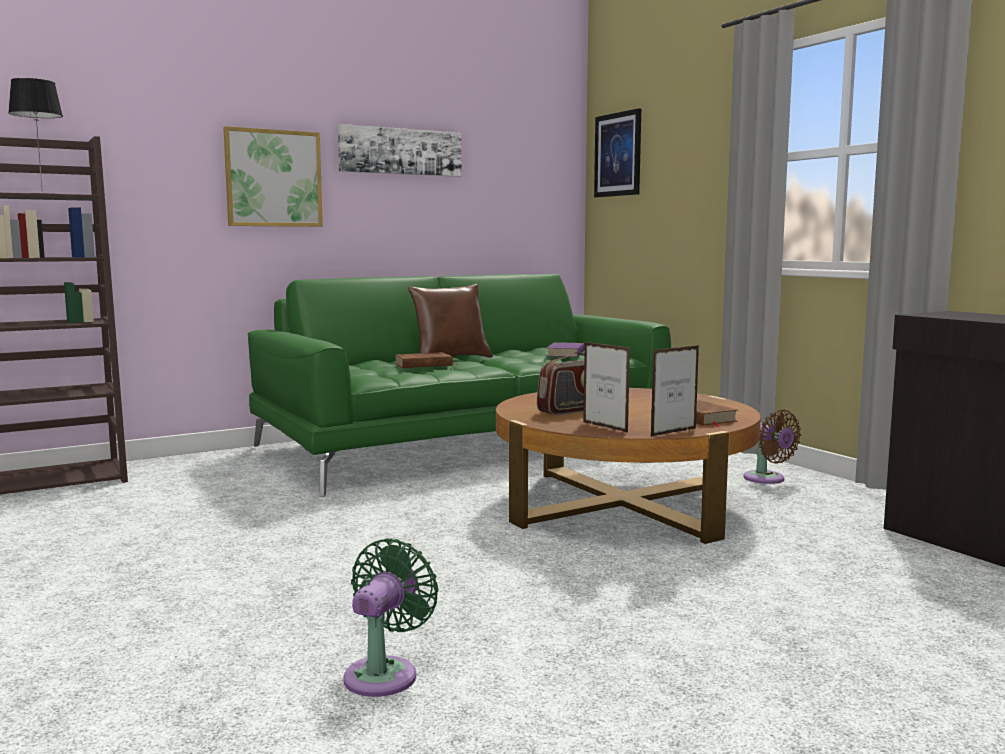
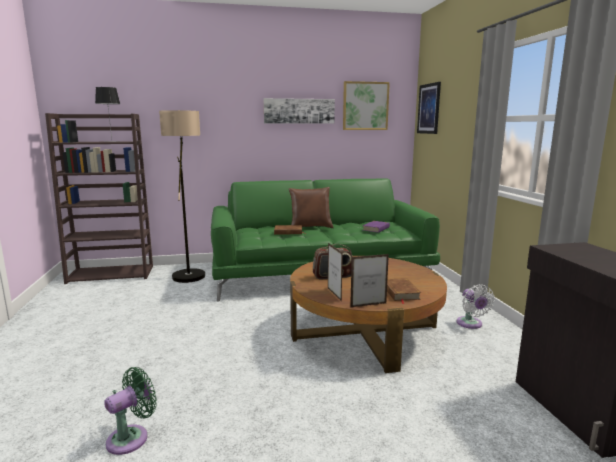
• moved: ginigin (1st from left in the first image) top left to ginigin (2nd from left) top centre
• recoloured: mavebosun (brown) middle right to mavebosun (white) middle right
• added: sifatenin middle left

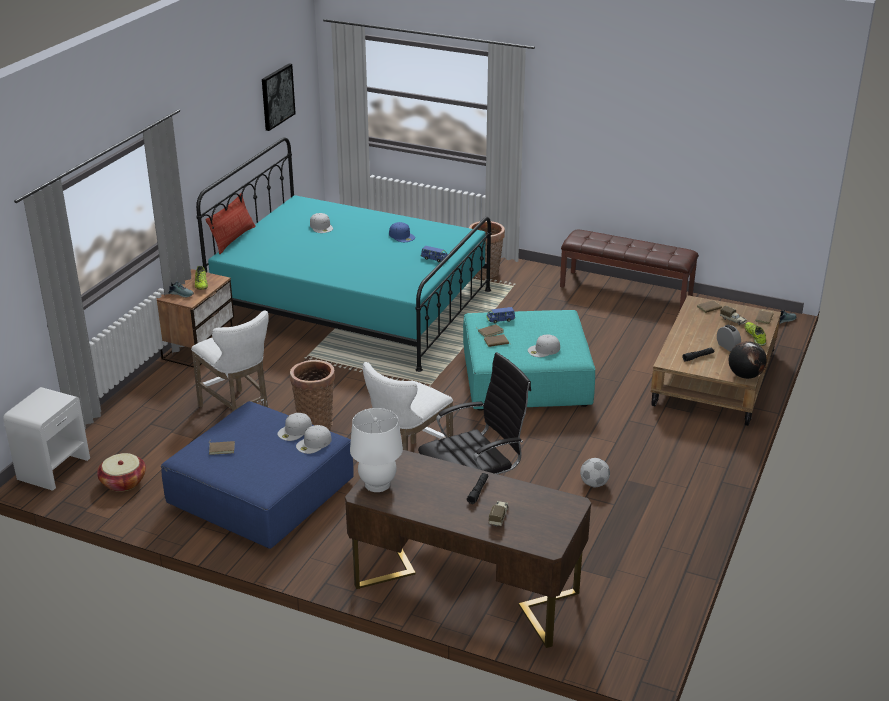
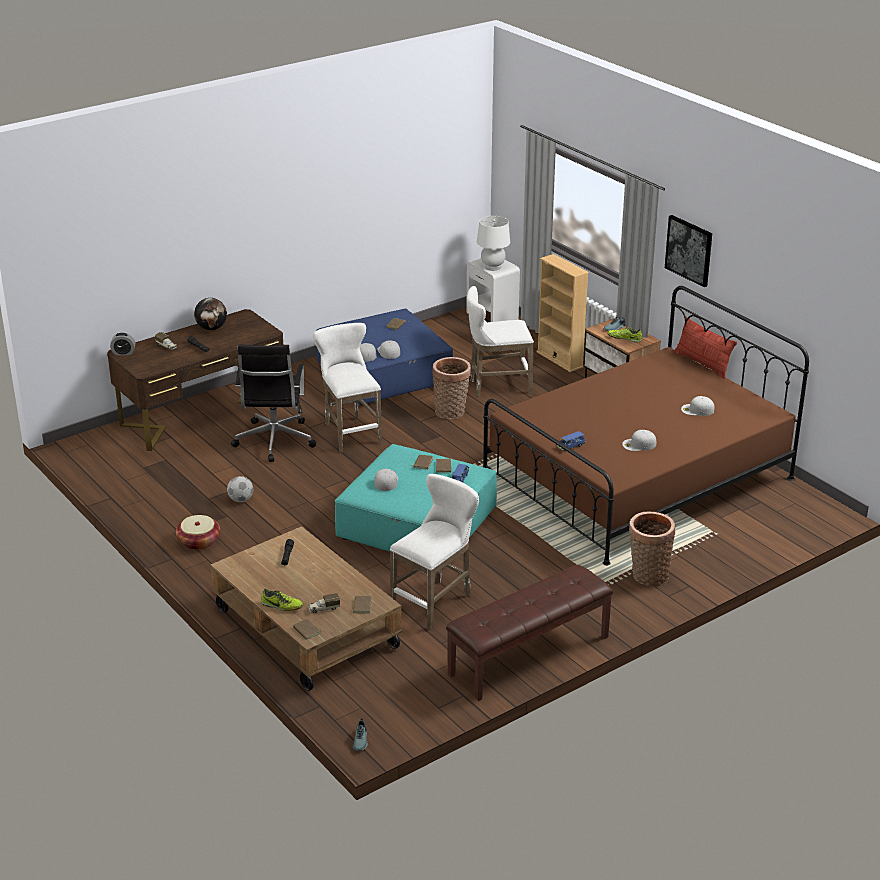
• moved: ginigin top left to top right
• recoloured: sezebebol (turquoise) centre to sezebebol (brown) middle right
• recoloured: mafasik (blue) top centre to mafasik (white) (4th from left) middle right
• moved: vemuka middle right to middle left
• moved: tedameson middle right to middle left
• moved: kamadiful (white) centre to top centre
• moved: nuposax (1st from left) bottom left to middle left
• added: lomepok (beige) centre
• added: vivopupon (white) (2nd from left) centre

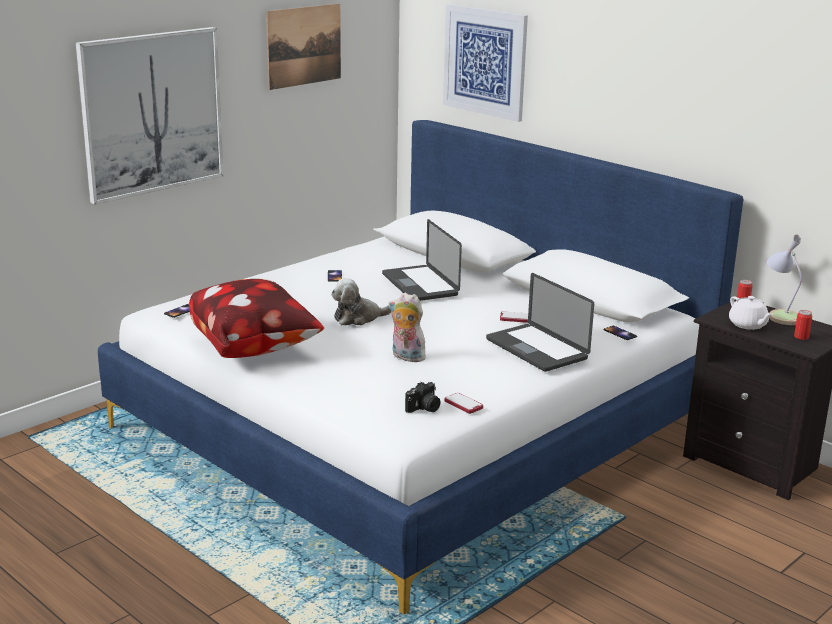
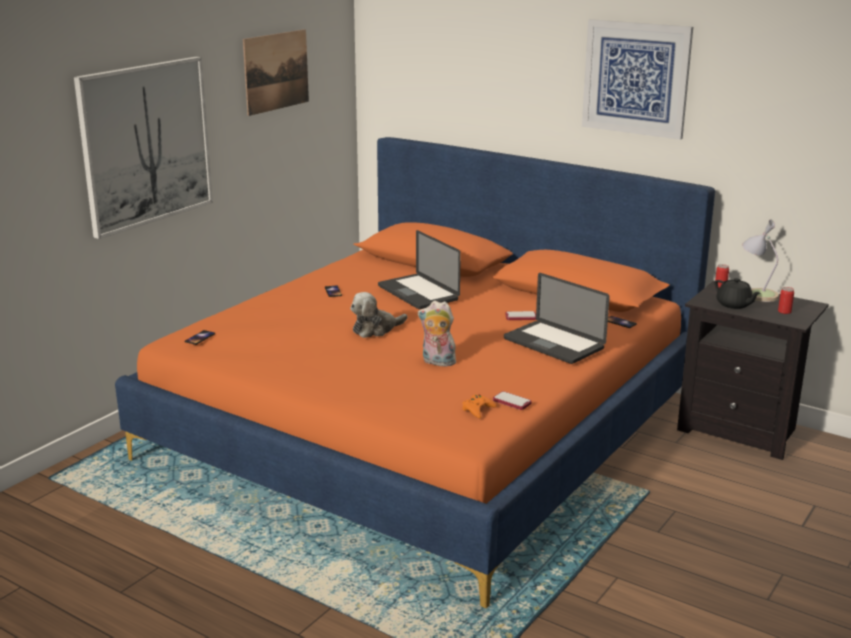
• moved: ginigin (3rd from left) top centre to top right
• recoloured: sezebebol (white) centre to sezebebol (orange) centre
• removed: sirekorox middle left
• recoloured: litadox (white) middle right to litadox (black) middle right
• replaced: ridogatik centre to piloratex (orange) centre

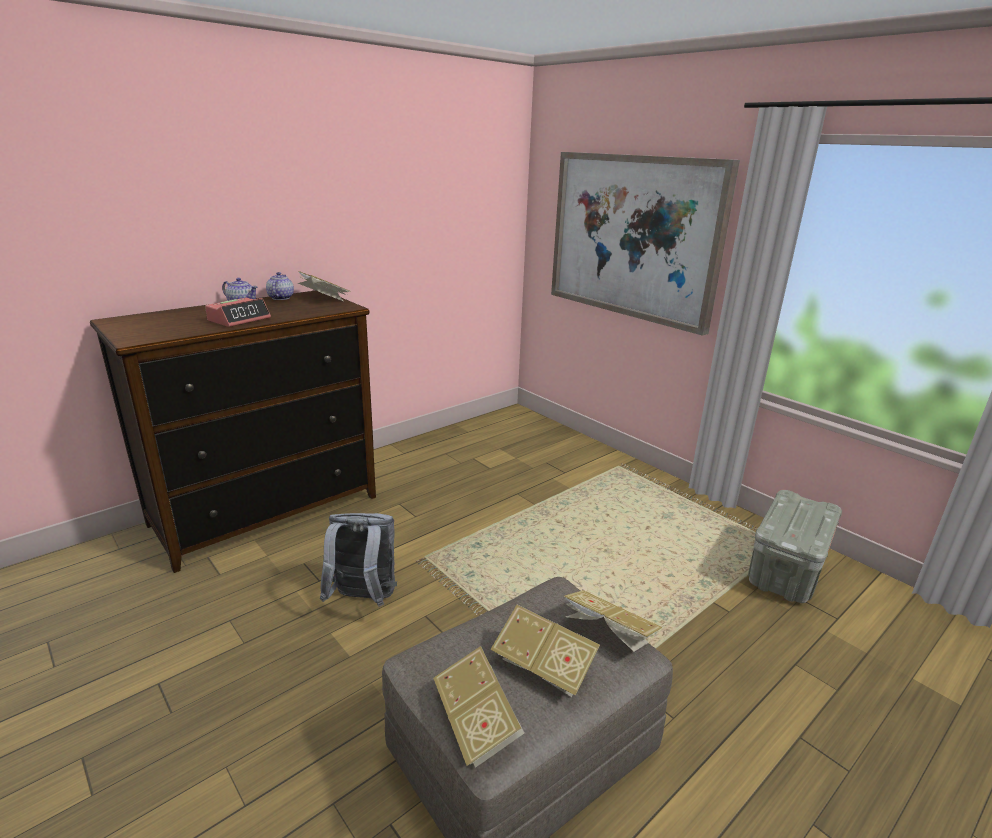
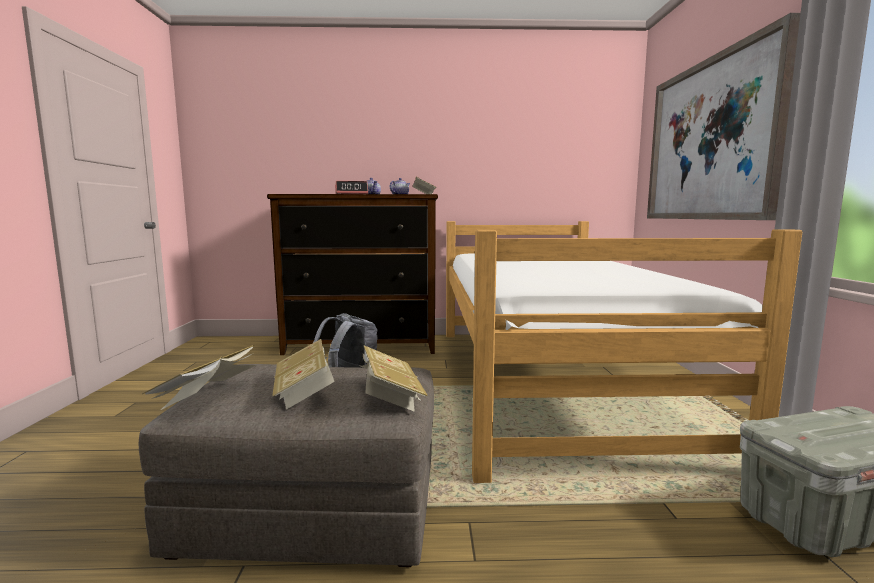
• added: sezebebol middle right

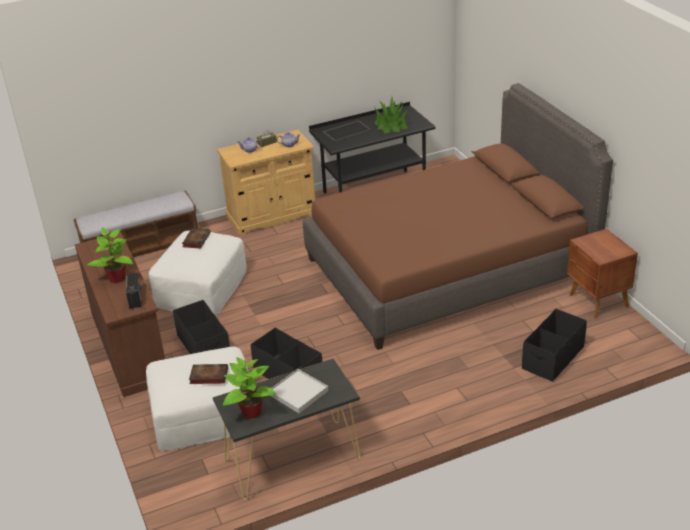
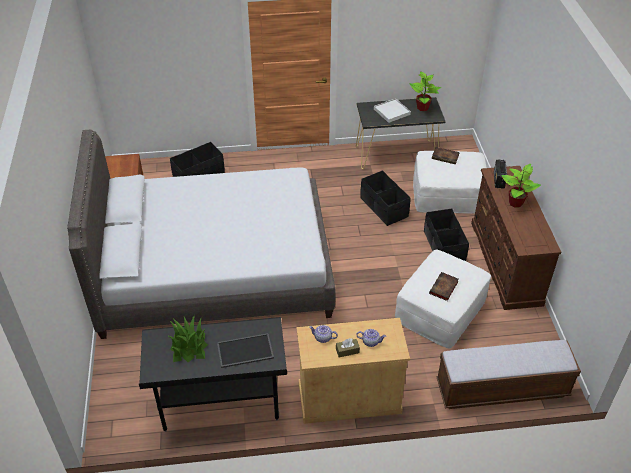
• recoloured: sezebebol (brown) centre to sezebebol (grey) middle left

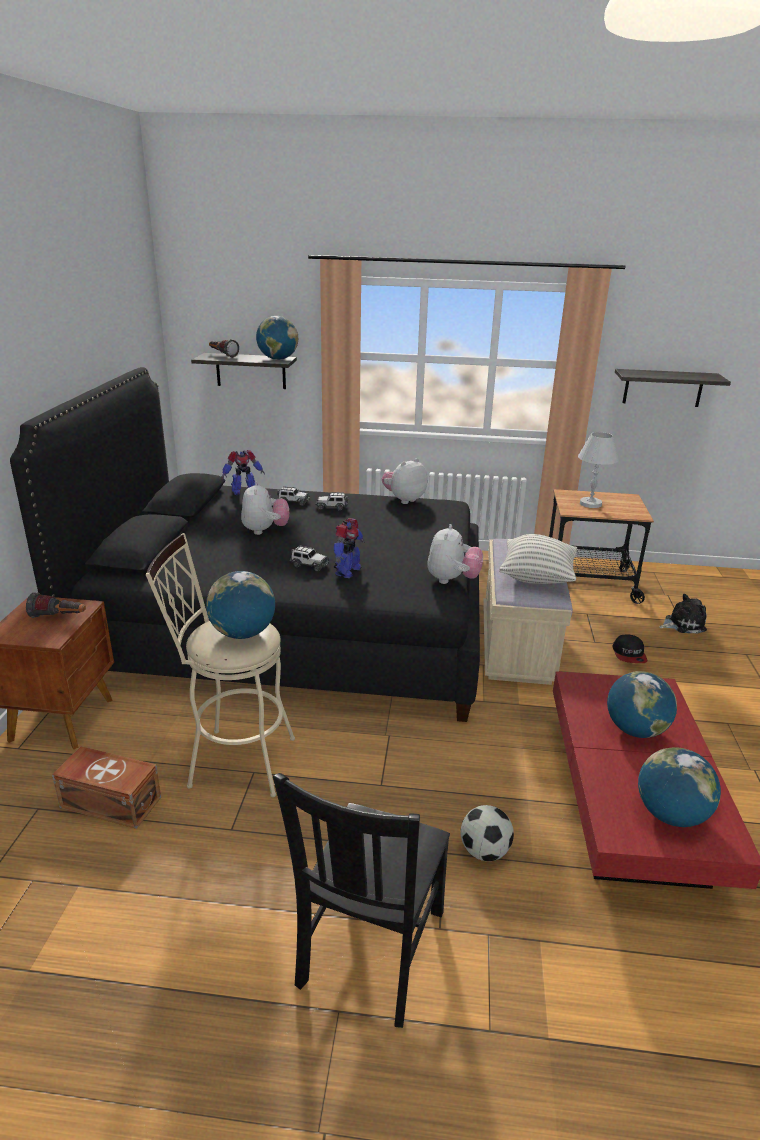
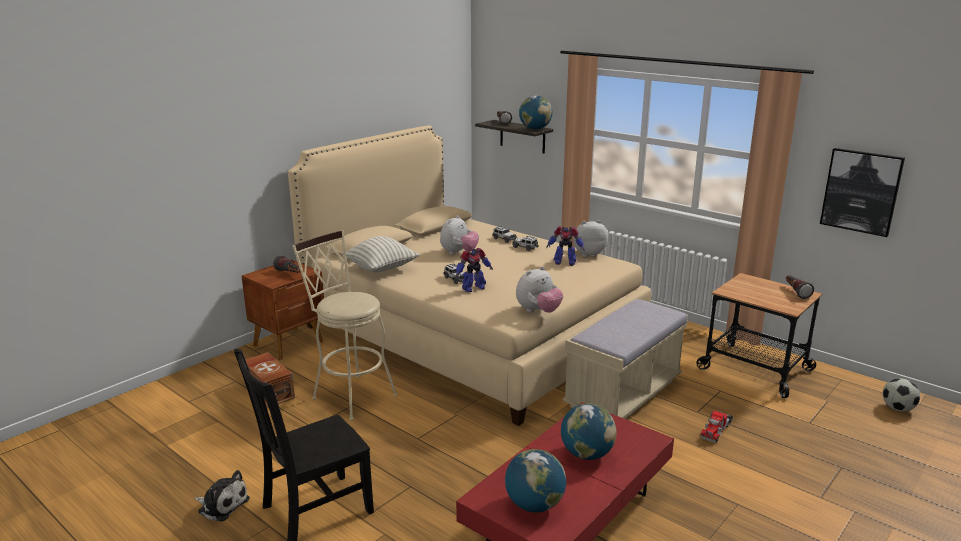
• recoloured: sezebebol (black) middle left to sezebebol (beige) centre
• replaced: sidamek (2nd from left) middle right to ginigin middle right
• removed: kamadiful (white) middle right
• moved: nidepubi (1st from left in the first image) middle left to nidepubi (2nd from left) centre
• moved: sirekorox middle right to centre
• removed: tedameson (1st from left) middle left
• moved: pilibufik (4th from left in the first image) middle right to pilibufik (1st from left) bottom left
• replaced: mafasik middle right to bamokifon bottom right
• moved: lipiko bottom centre to bottom right
• added: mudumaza (3rd from left) middle right

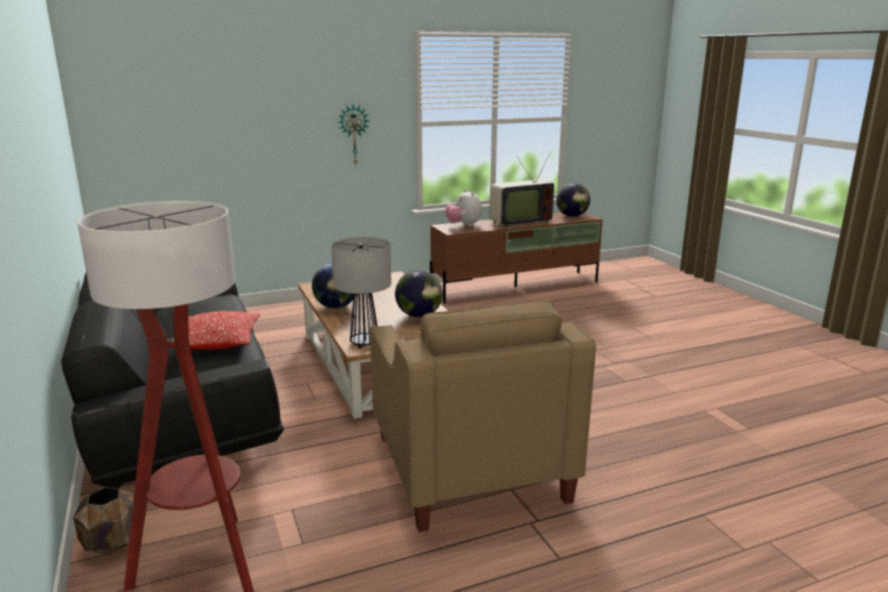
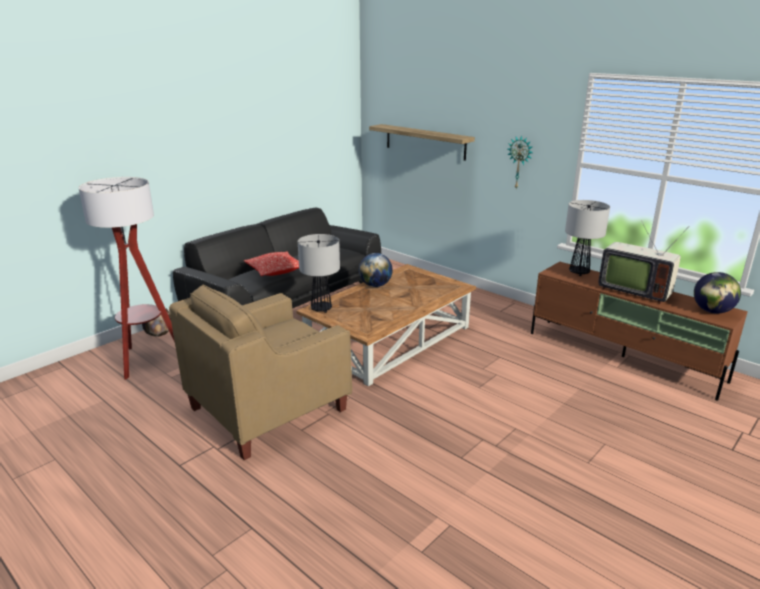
• replaced: pilibufik centre to kamadiful (2nd from left) middle right
• removed: tedameson (2nd from left) centre
• added: sidamek top centre

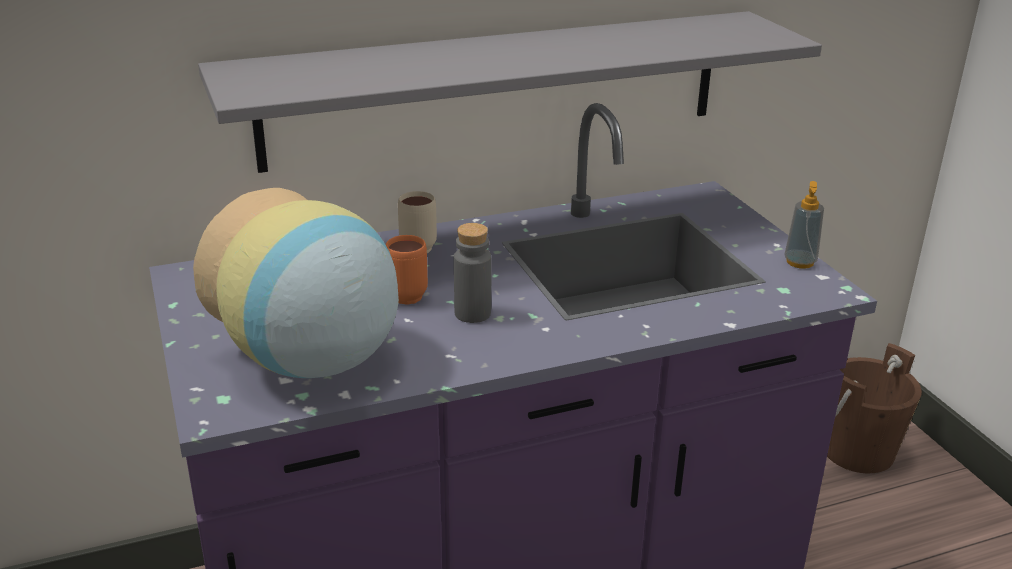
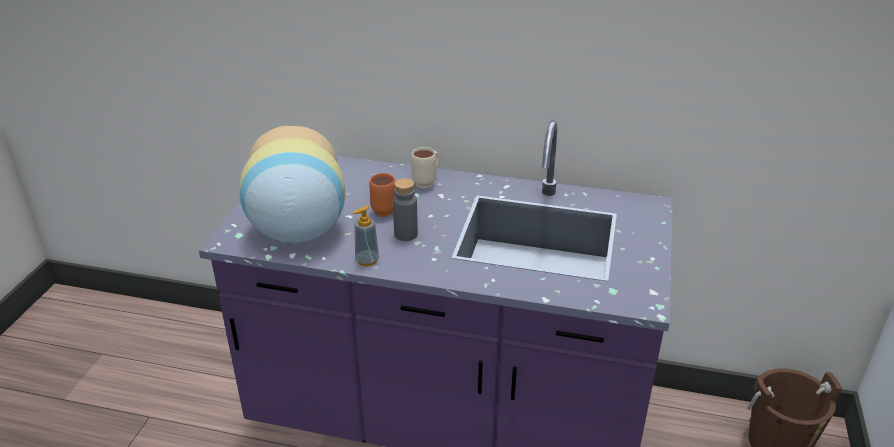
• removed: sidamek (grey) top centre
• moved: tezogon middle right to centre

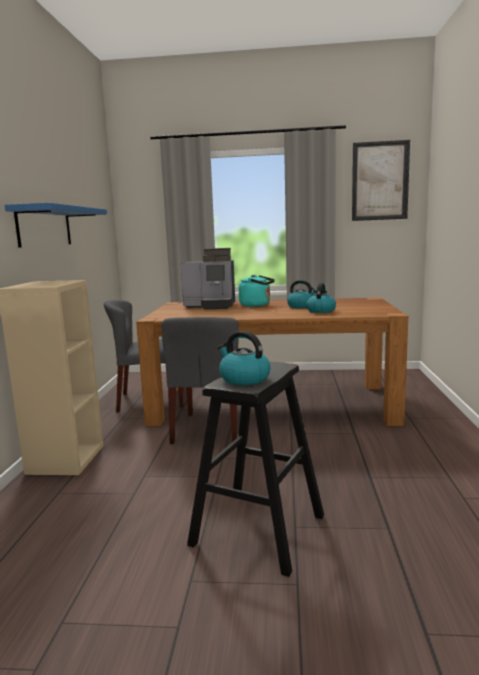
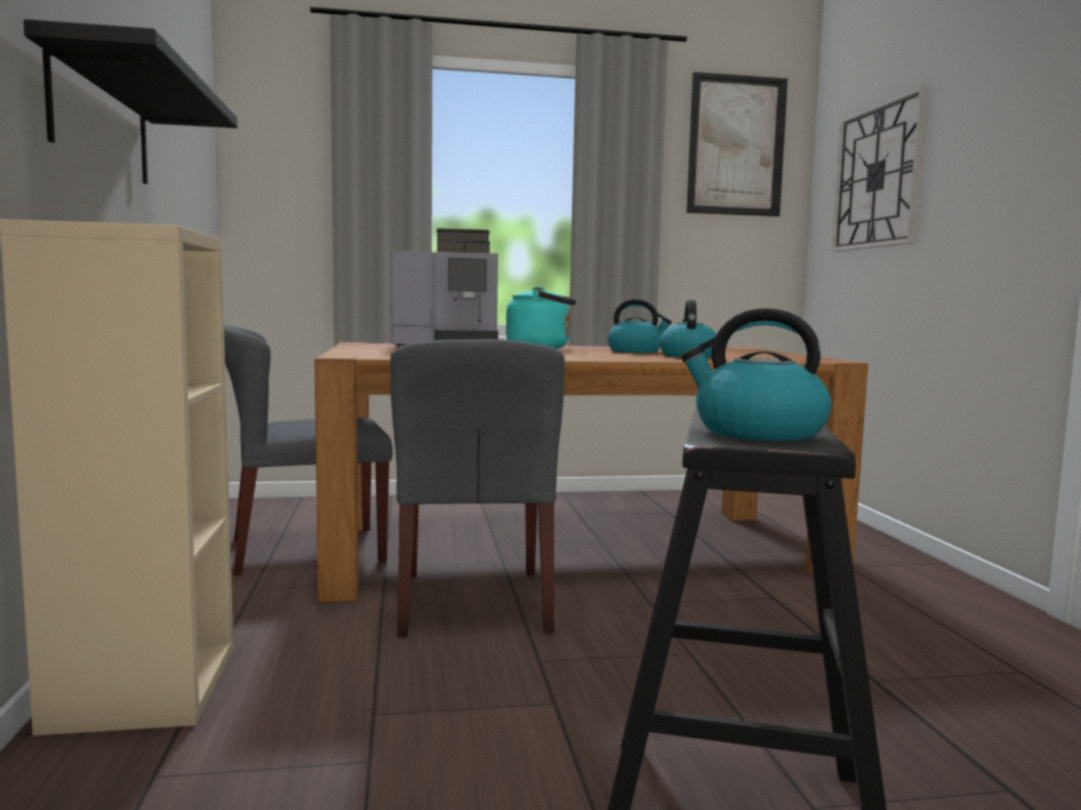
• recoloured: sidamek (blue) middle left to sidamek (black) top left
• added: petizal top right

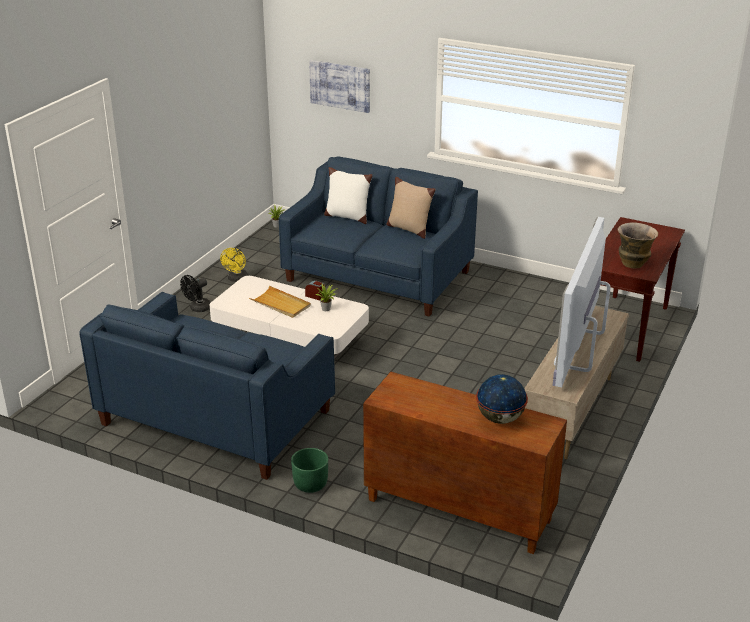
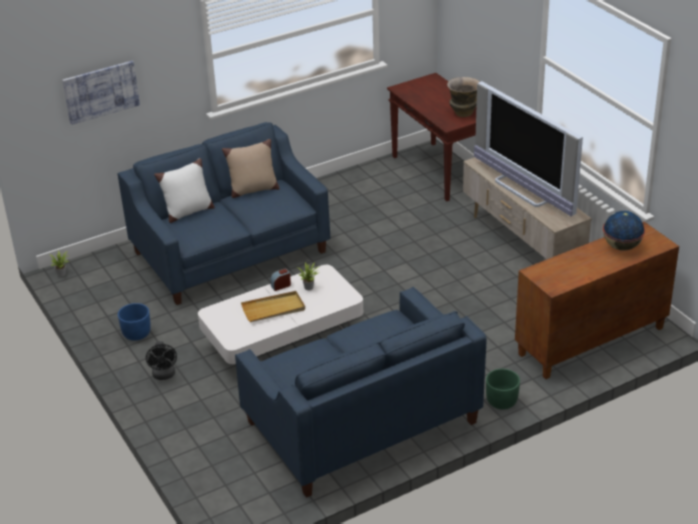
• replaced: mavebosun (yellow) middle left to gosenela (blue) middle left

